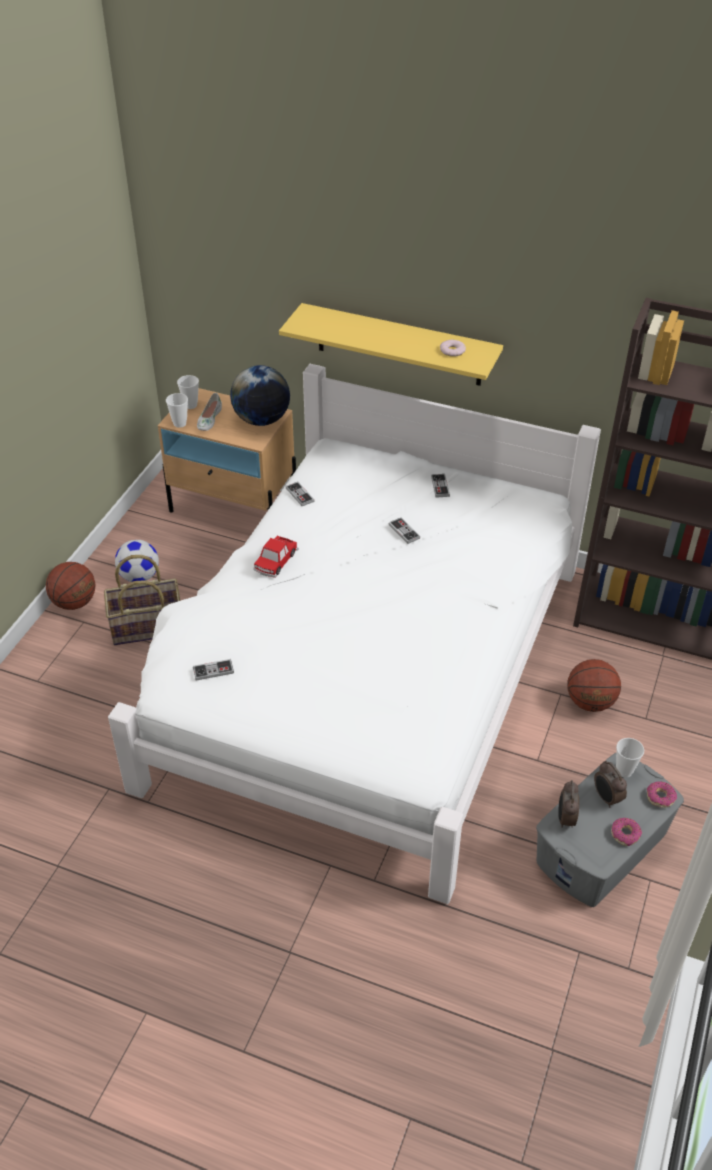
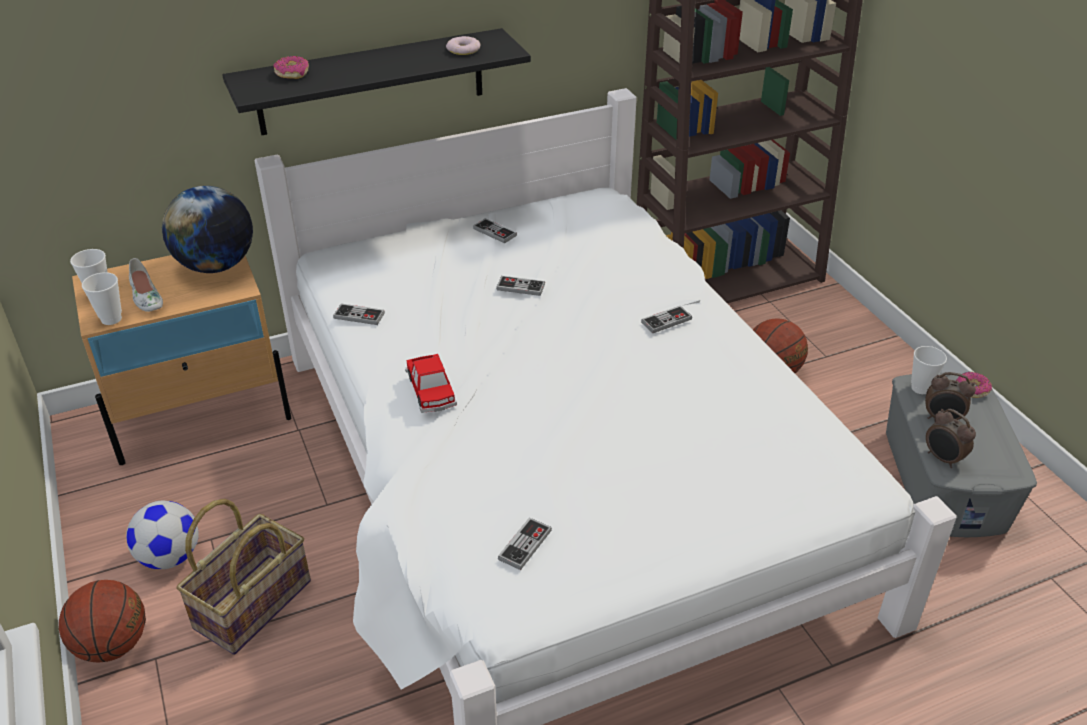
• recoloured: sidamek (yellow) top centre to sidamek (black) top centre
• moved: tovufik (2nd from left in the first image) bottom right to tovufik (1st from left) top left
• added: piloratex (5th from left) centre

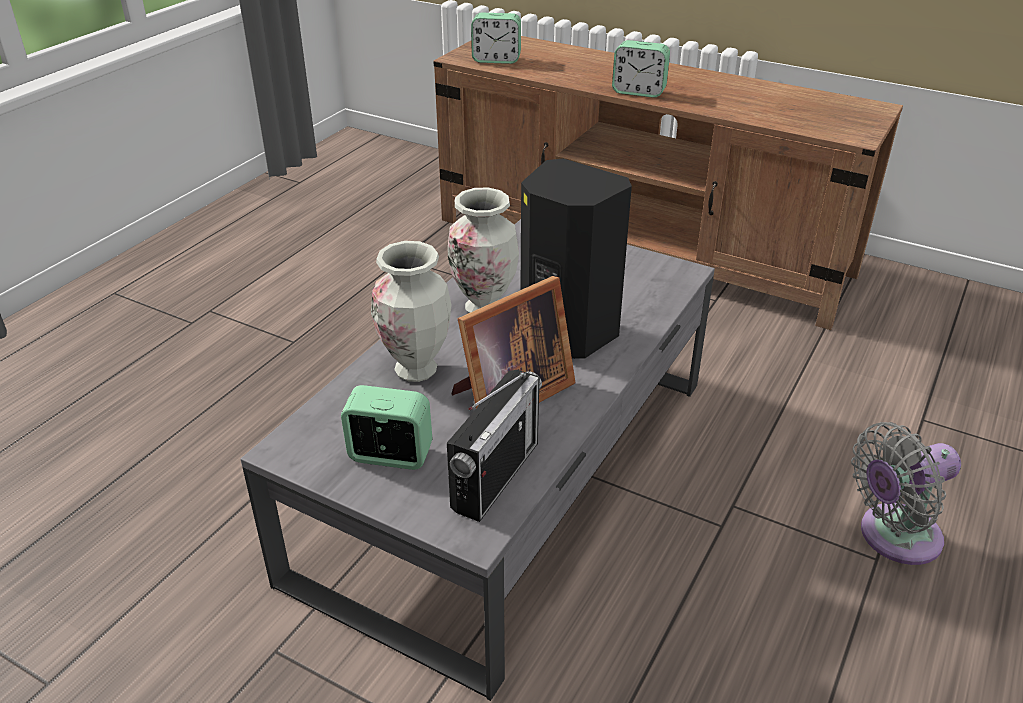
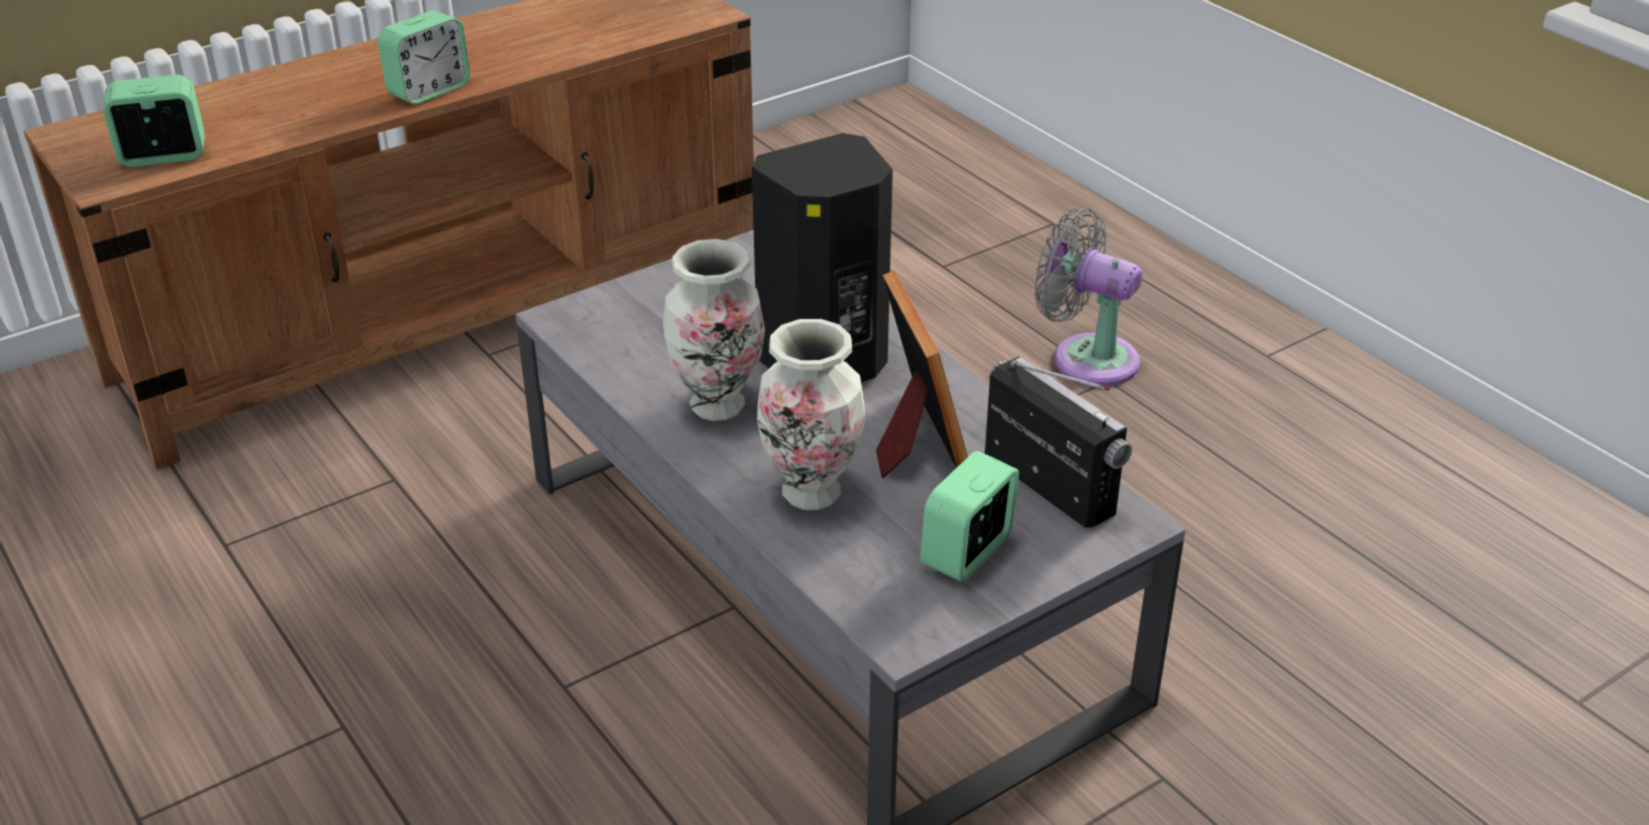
• turned: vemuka (2nd from left in the first image) top centre = top left 135 degrees counterclockwise
• turned: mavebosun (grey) bottom right = centre 120 degrees clockwise

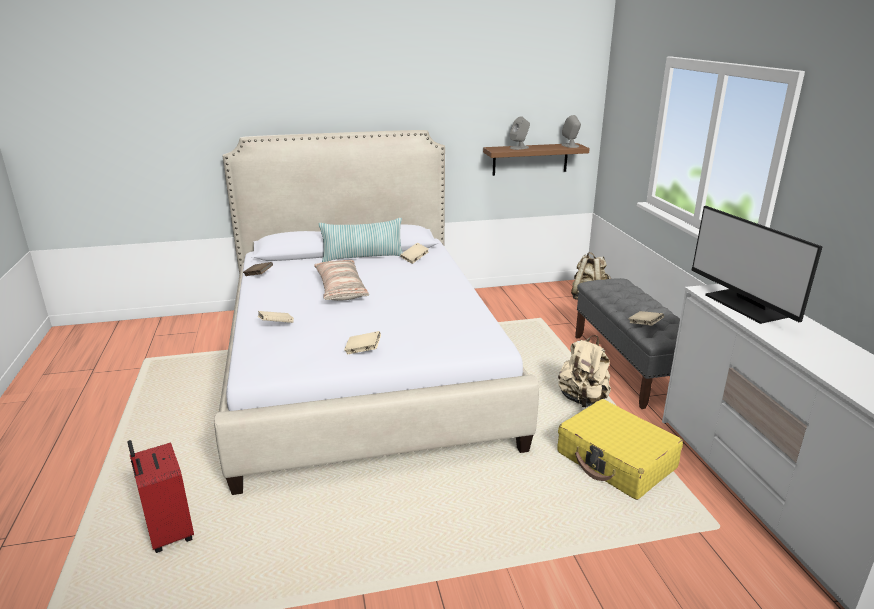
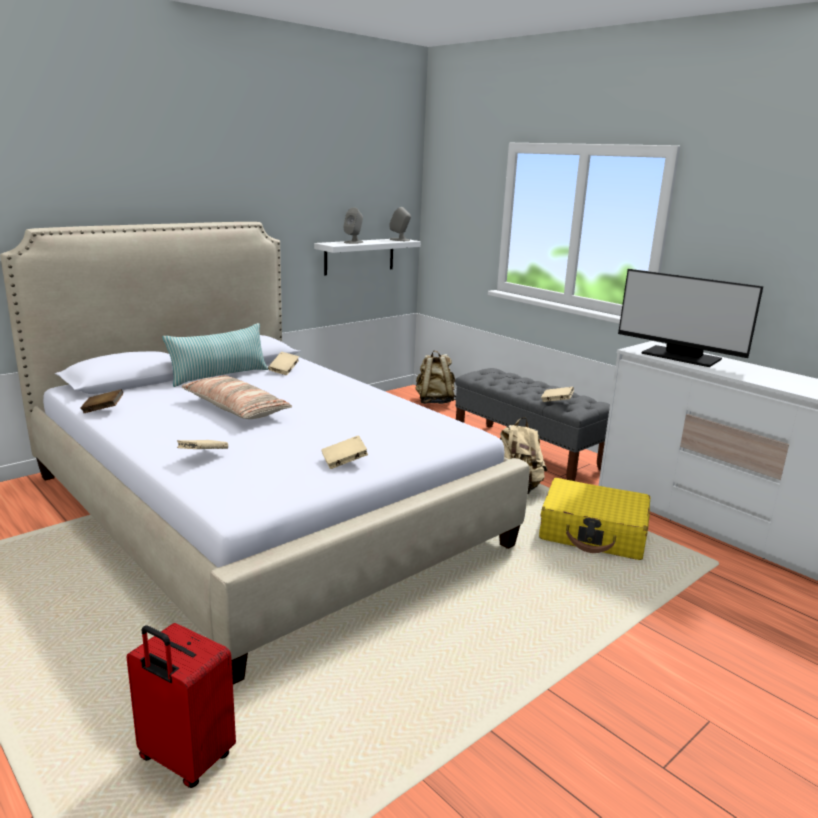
• recoloured: sidamek (brown) top centre to sidamek (white) top centre

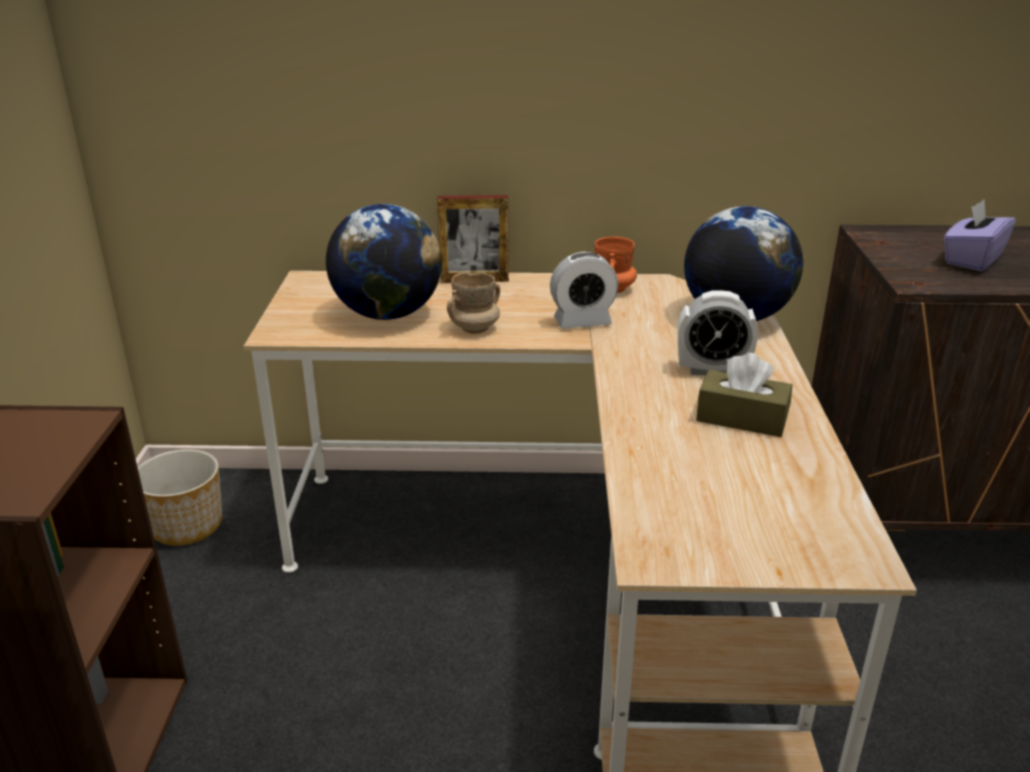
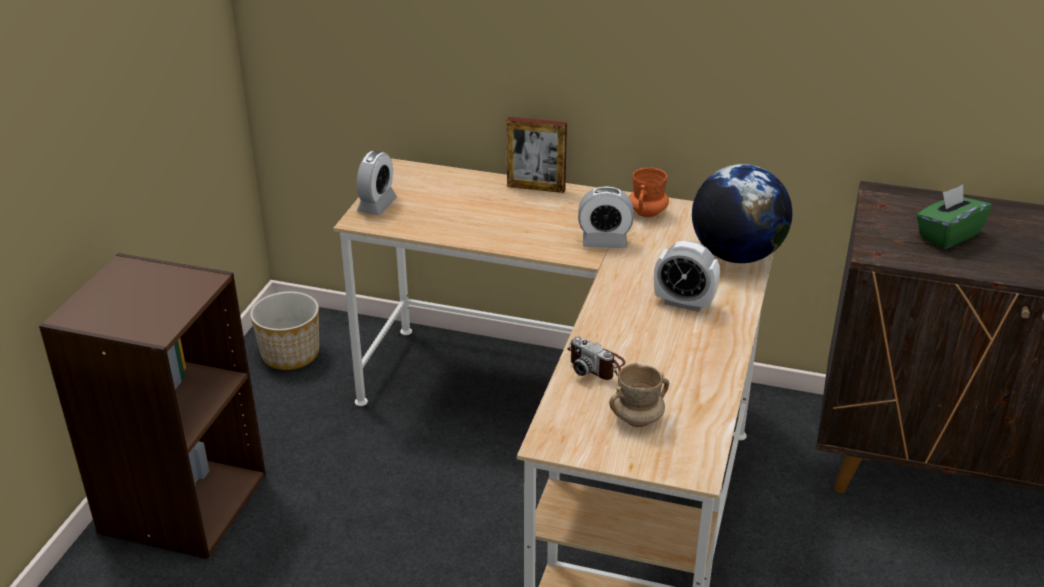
• recoloured: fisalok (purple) top right to fisalok (green) middle right
• removed: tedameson (1st from left) centre
• moved: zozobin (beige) centre to bottom centre
• removed: fisalok (brown) middle right
• added: vemuka (1st from left) top centre
• added: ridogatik centre

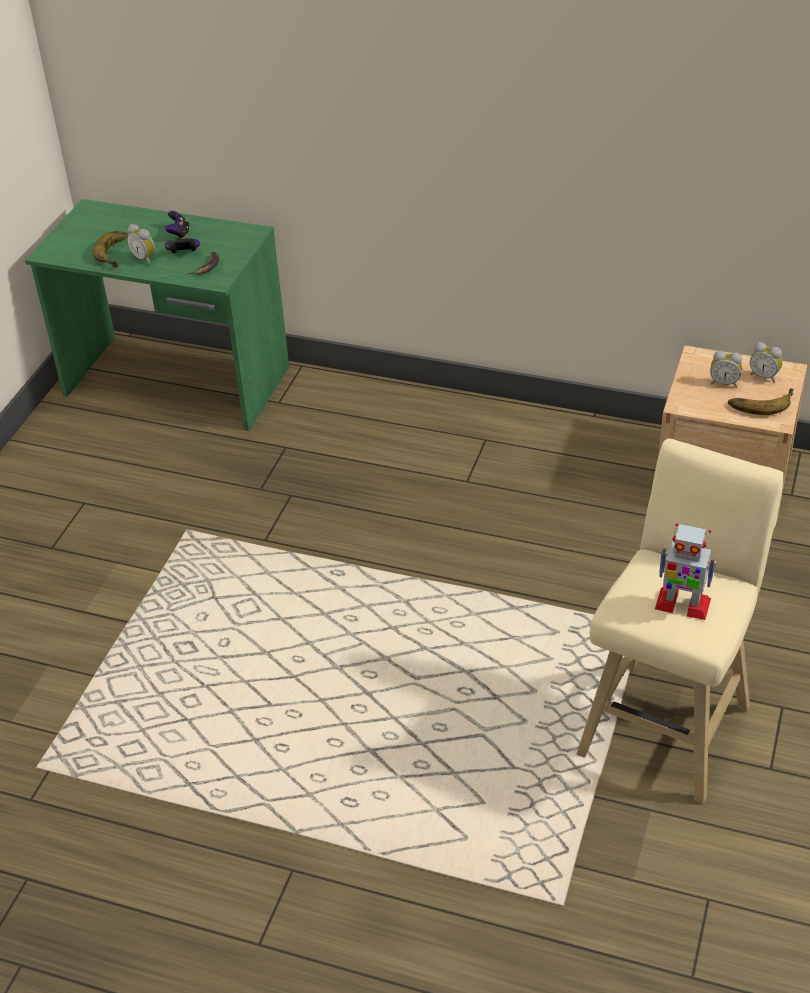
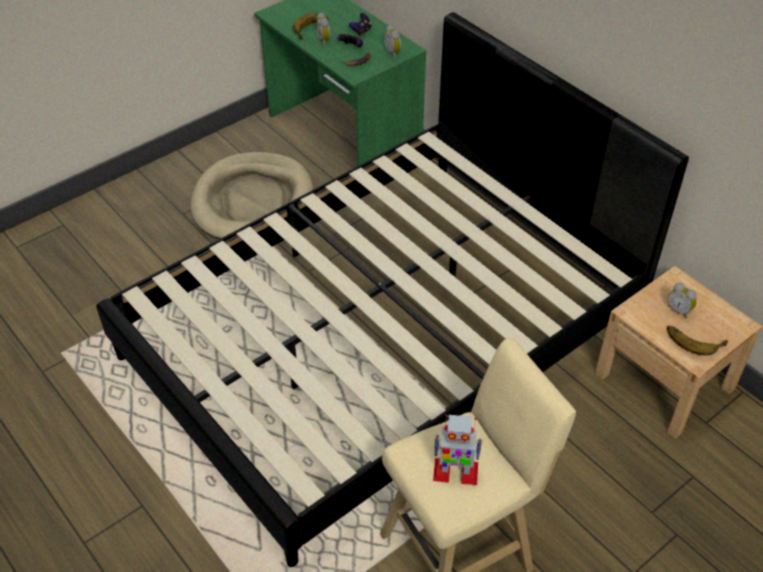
• moved: vemuka (3rd from left in the first image) middle right to vemuka (2nd from left) top centre
• turned: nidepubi middle right = bottom centre 45 degrees counterclockwise
• added: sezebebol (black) centre
• added: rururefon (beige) middle left

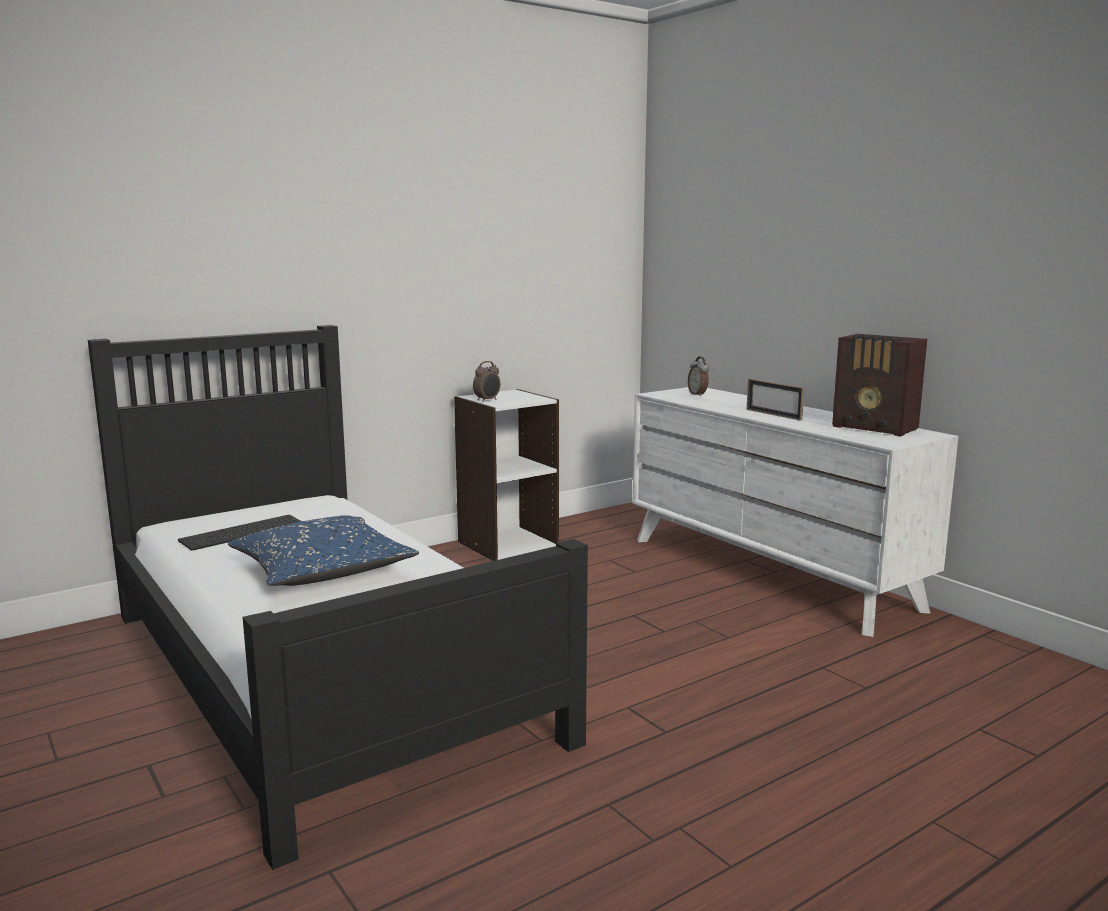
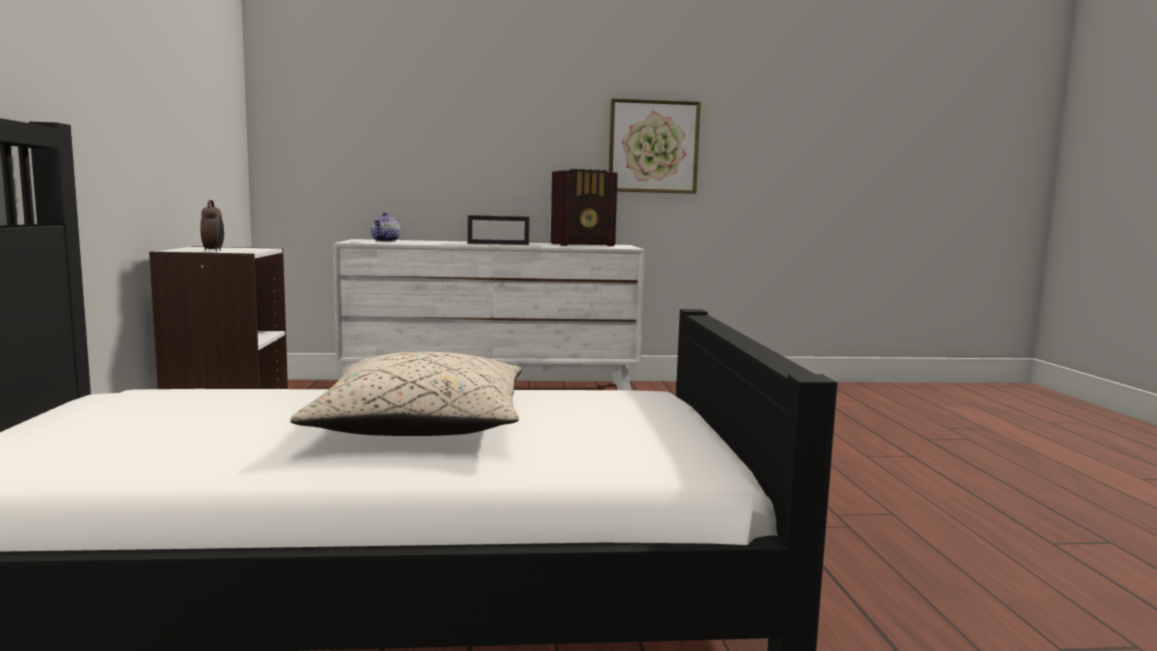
• replaced: vemuka (2nd from left) centre to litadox middle left
• removed: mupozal middle left
• recoloured: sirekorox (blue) middle left to sirekorox (beige) centre
• added: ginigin top centre

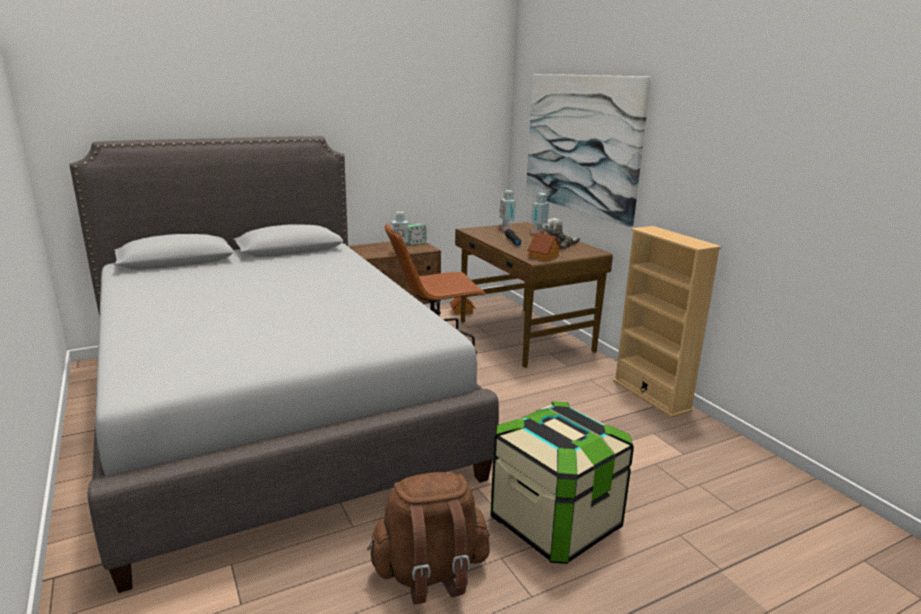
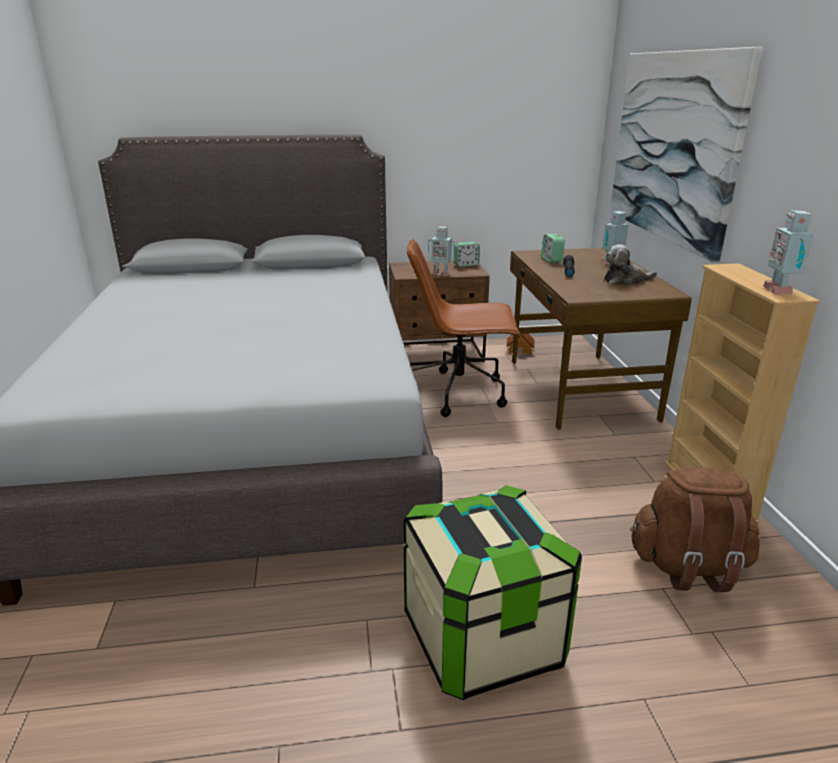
• moved: nidepubi (2nd from left in the first image) centre to nidepubi (3rd from left) top right
• removed: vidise (2nd from left) centre
• moved: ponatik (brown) bottom centre to bottom right
• added: vemuka (2nd from left) top centre

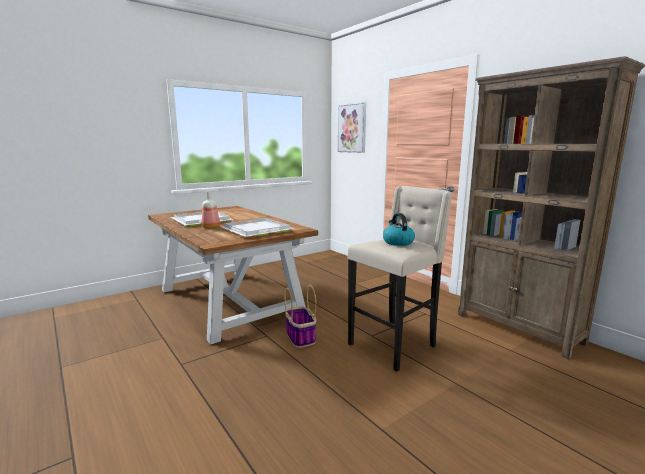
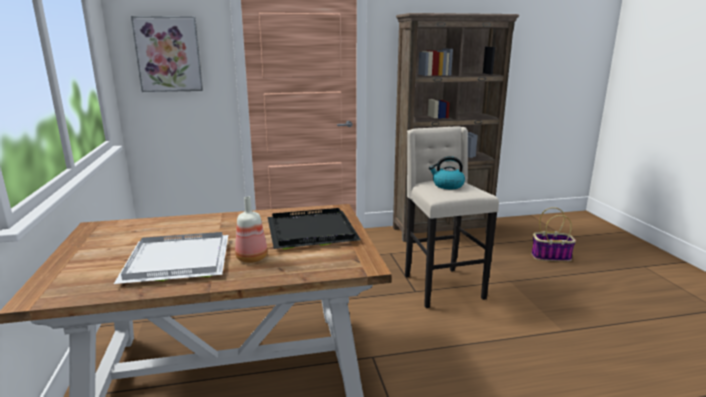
• recoloured: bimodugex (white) (2nd from left) centre to bimodugex (black) centre
• moved: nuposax bottom centre to middle right

